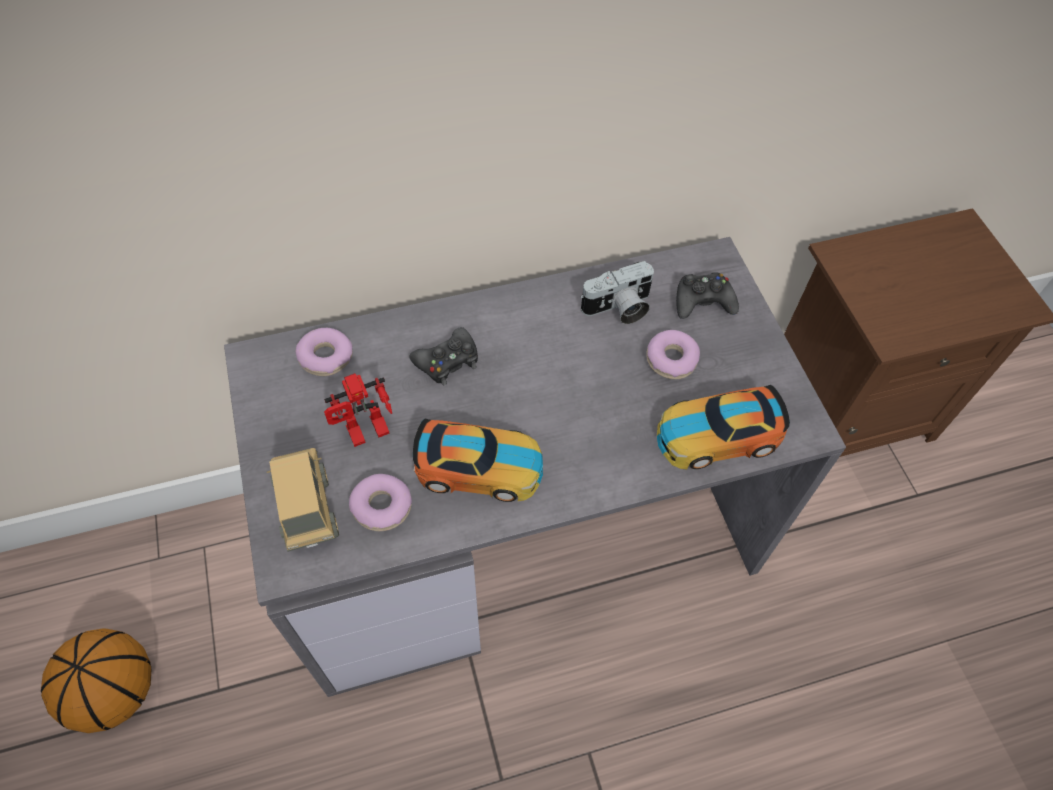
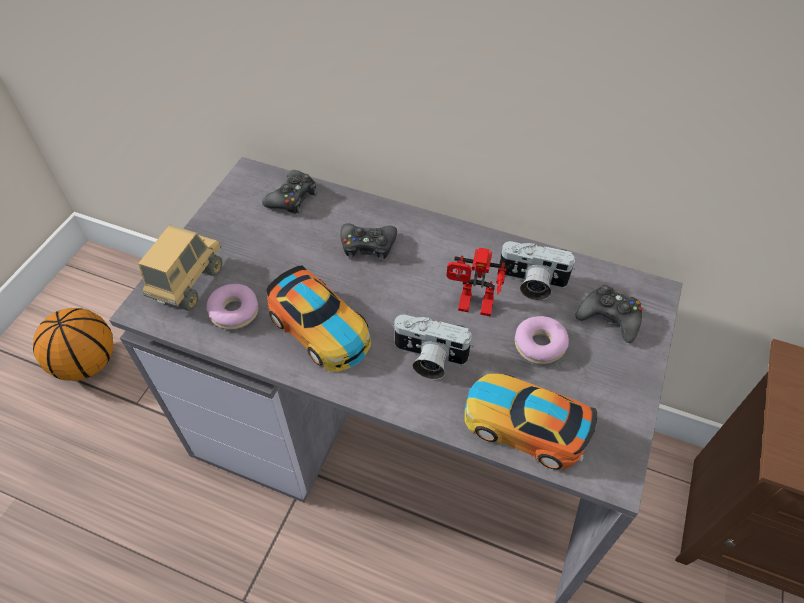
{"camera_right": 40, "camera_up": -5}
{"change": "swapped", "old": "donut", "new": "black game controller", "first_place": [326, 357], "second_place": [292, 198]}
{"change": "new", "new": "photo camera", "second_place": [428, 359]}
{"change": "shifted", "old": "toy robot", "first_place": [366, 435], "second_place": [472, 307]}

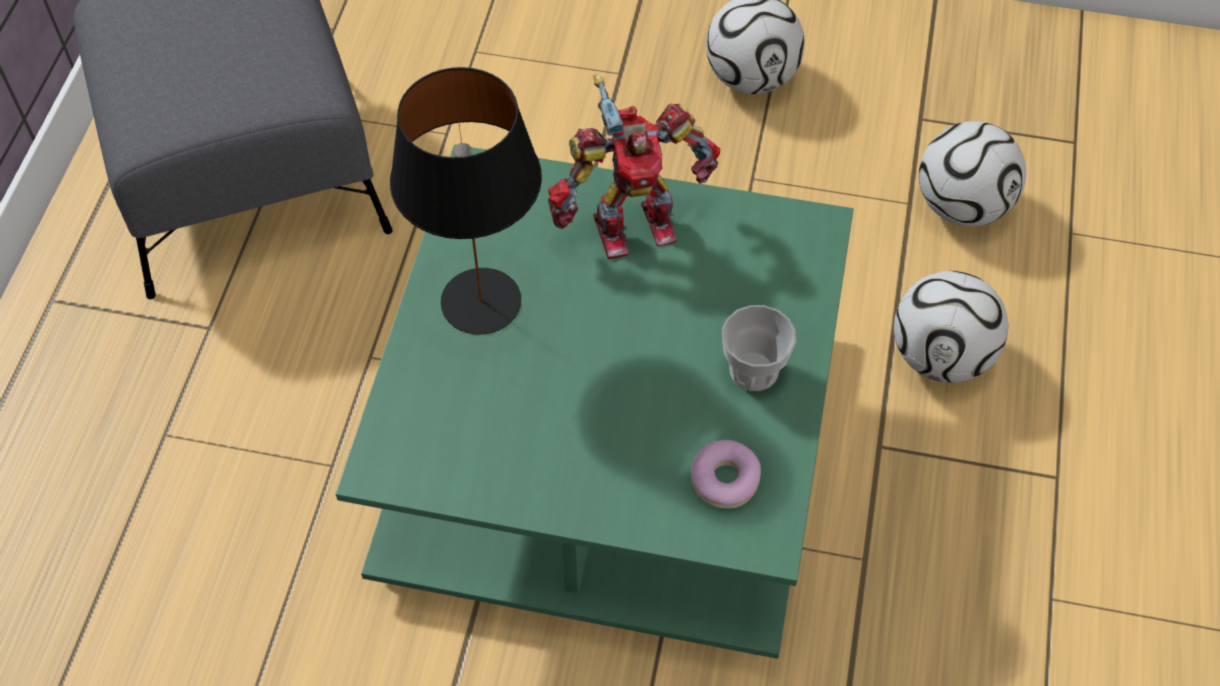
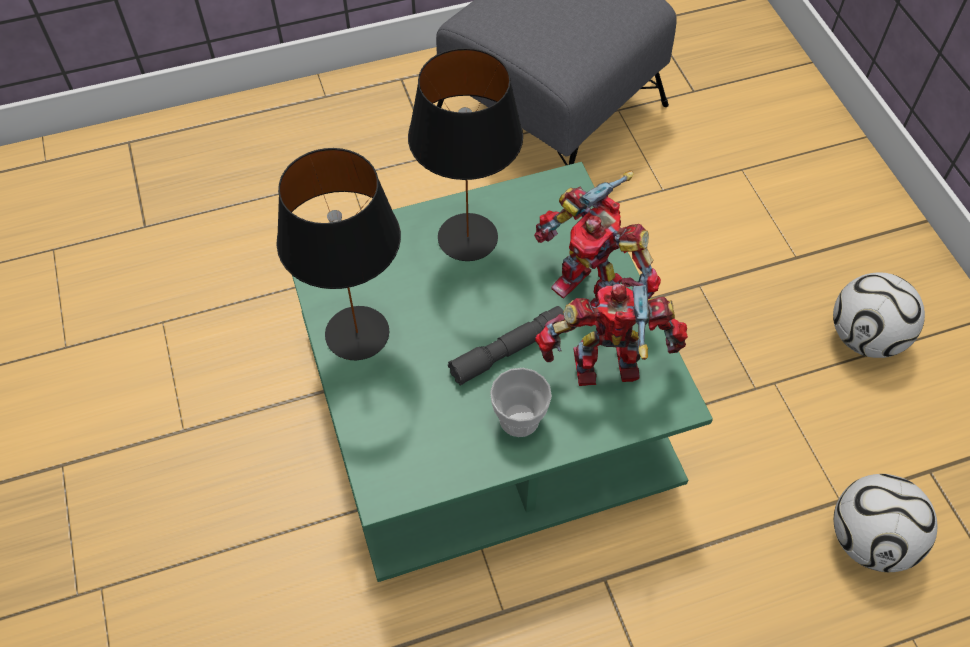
{"camera_right": 60, "camera_up": 0}
{"change": "new", "new": "black table lamp", "second_place": [357, 334]}
{"change": "new", "new": "grey flashlight", "second_place": [509, 350]}
{"change": "new", "new": "toy robot", "second_place": [607, 370]}
{"change": "gone", "old": "donut", "first_place": [725, 480]}
{"change": "gone", "old": "football", "first_place": [939, 357]}

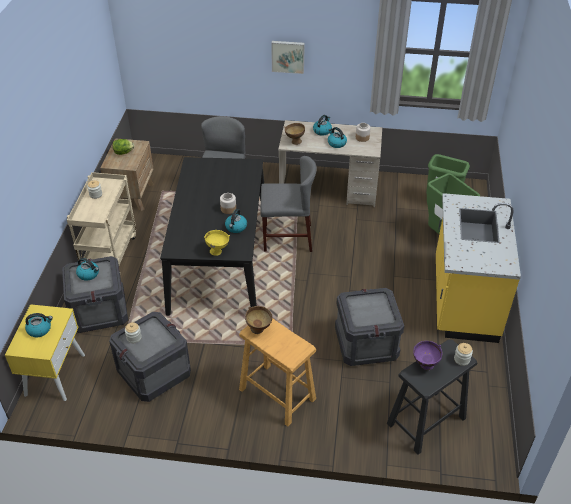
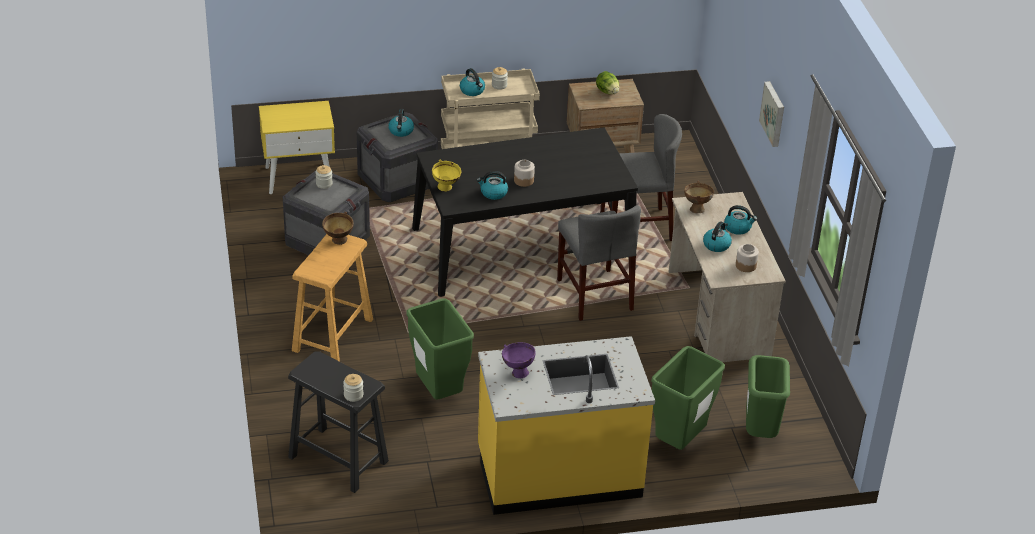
{"camera_right": 70, "camera_up": -5}
{"change": "swapped", "old": "crate", "new": "green trash can", "first_place": [365, 343], "second_place": [438, 392]}
{"change": "shifted", "old": "kettle", "first_place": [40, 329], "second_place": [472, 91]}
{"change": "shifted", "old": "purple bowl", "first_place": [424, 366], "second_place": [517, 371]}

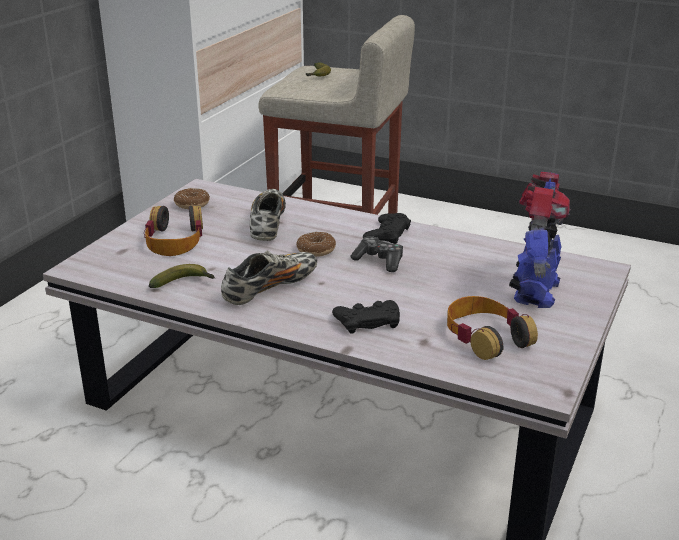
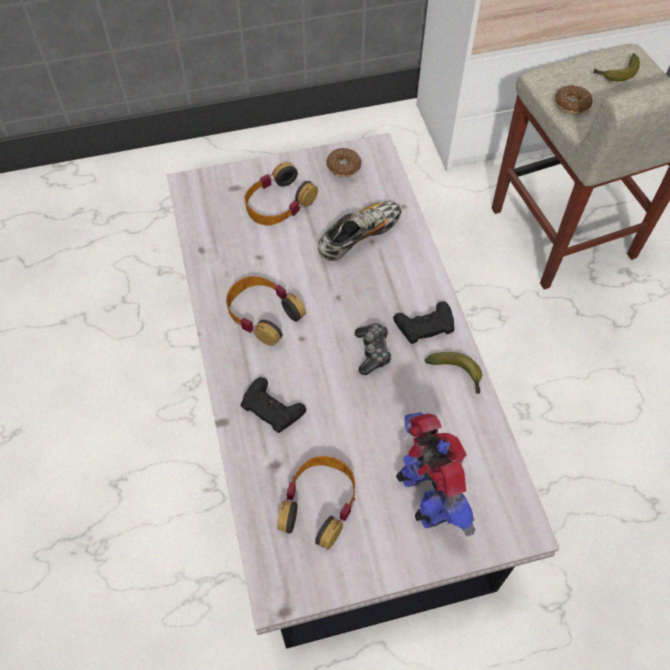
{"camera_right": 50, "camera_up": 30}
{"change": "swapped", "old": "shoe", "new": "headphones", "first_place": [270, 288], "second_place": [263, 314]}
{"change": "rotated", "old": "toy robot", "first_place": [534, 291], "second_place": [427, 496], "degrees": -90}
{"change": "shifted", "old": "banana", "first_place": [184, 283], "second_place": [457, 374]}
{"change": "shifted", "old": "donut", "first_place": [316, 250], "second_place": [572, 104]}

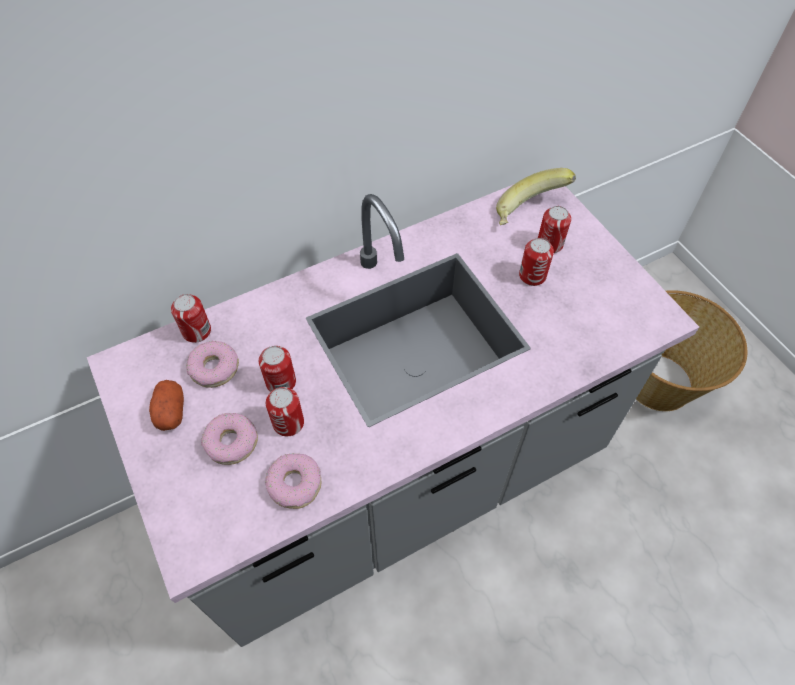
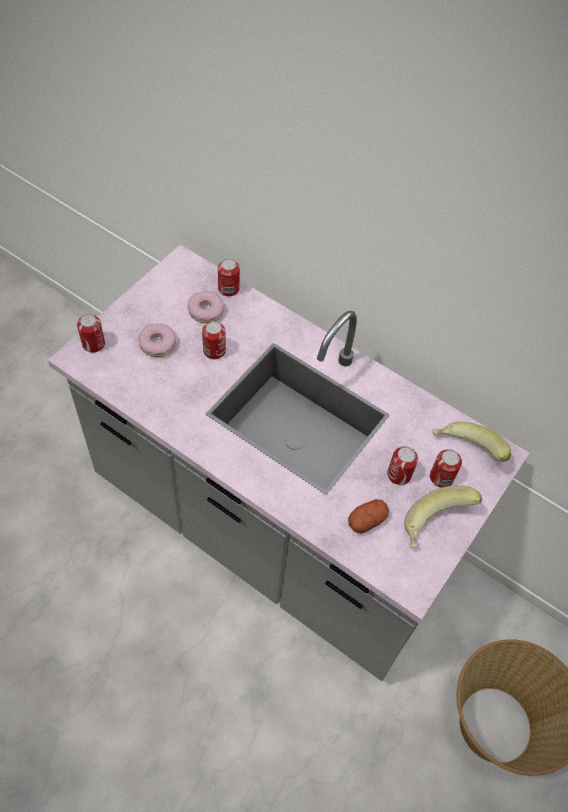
{"camera_right": 60, "camera_up": 0}
{"change": "shifted", "old": "can", "first_place": [288, 423], "second_place": [93, 344]}
{"change": "shifted", "old": "potato", "first_place": [170, 411], "second_place": [366, 520]}
{"change": "new", "new": "banana", "second_place": [436, 527]}
{"change": "gone", "old": "donut", "first_place": [295, 484]}

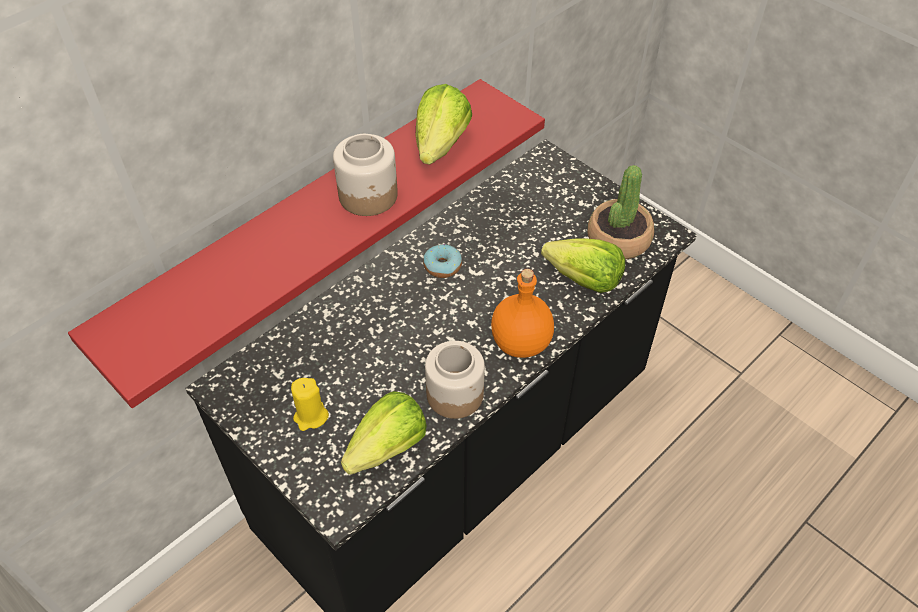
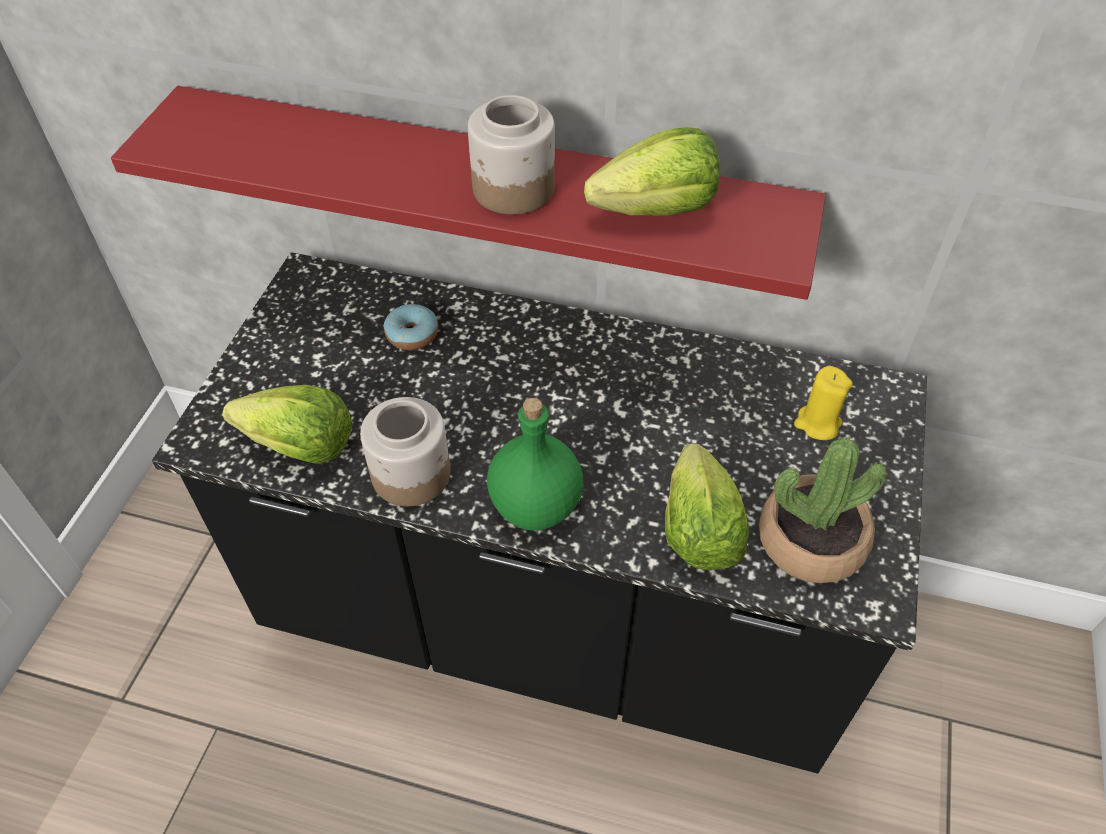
{"camera_right": 60, "camera_up": 0}
{"change": "shifted", "old": "donut", "first_place": [442, 266], "second_place": [412, 334]}
{"change": "repainted", "old": "orange bottle", "new": "green bottle", "first_place": [520, 344], "second_place": [534, 506]}
{"change": "shifted", "old": "yellow candle", "first_place": [311, 416], "second_place": [817, 423]}

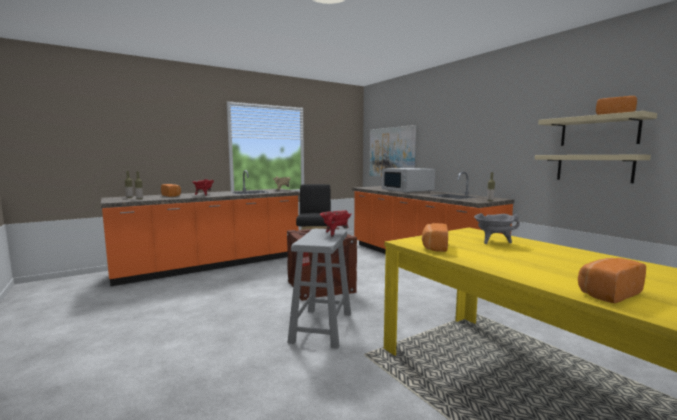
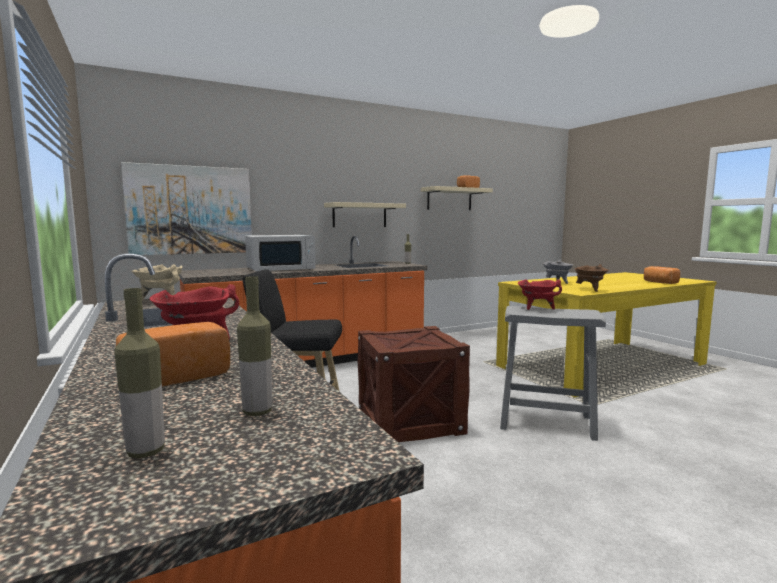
{"camera_right": -85, "camera_up": 0}
{"change": "shifted", "old": "beige shelf", "first_place": [594, 168], "second_place": [359, 215]}
{"change": "swapped", "old": "bread", "new": "brown cooking pot", "first_place": [434, 247], "second_place": [590, 290]}

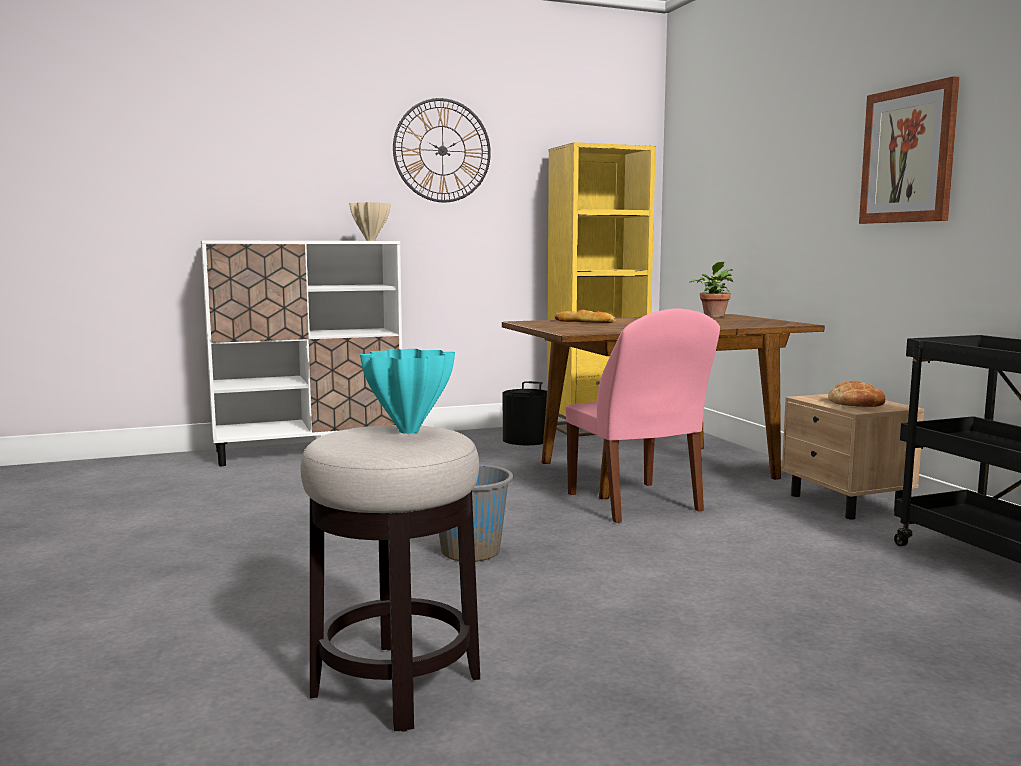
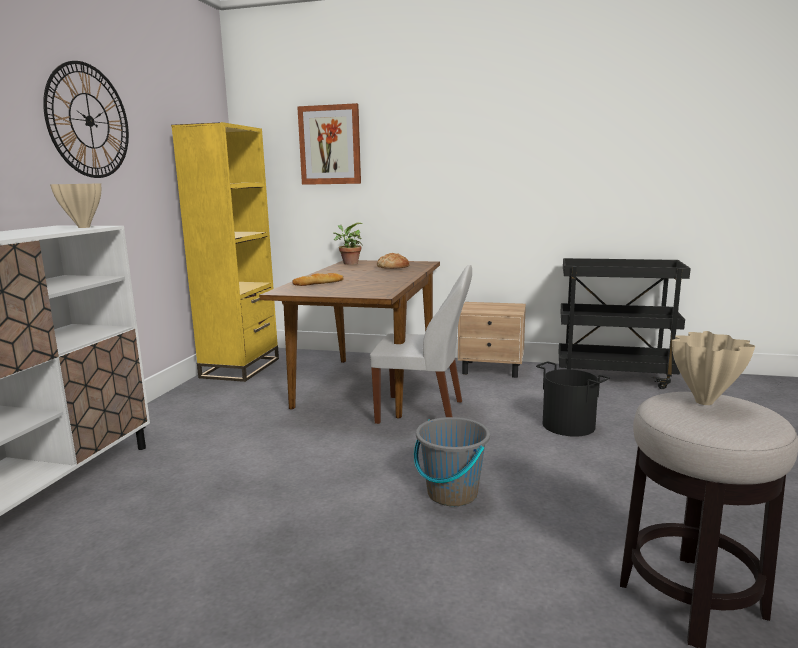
{"camera_right": -55, "camera_up": 5}
{"change": "shifted", "old": "picture", "first_place": [908, 155], "second_place": [330, 145]}
{"change": "repainted", "old": "pink chair", "new": "white chair", "first_place": [635, 504], "second_place": [423, 412]}
{"change": "shifted", "old": "bread", "first_place": [856, 403], "second_place": [393, 267]}
{"change": "shifted", "old": "black bucket", "first_place": [527, 439], "second_place": [569, 425]}
{"change": "repainted", "old": "turquoise vase", "new": "beige vase", "first_place": [407, 431], "second_place": [704, 402]}

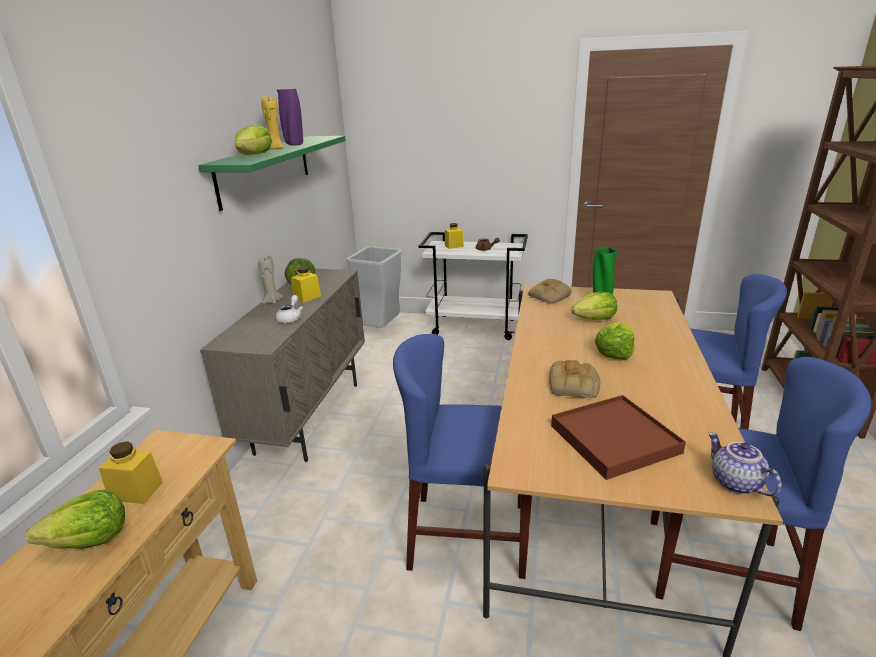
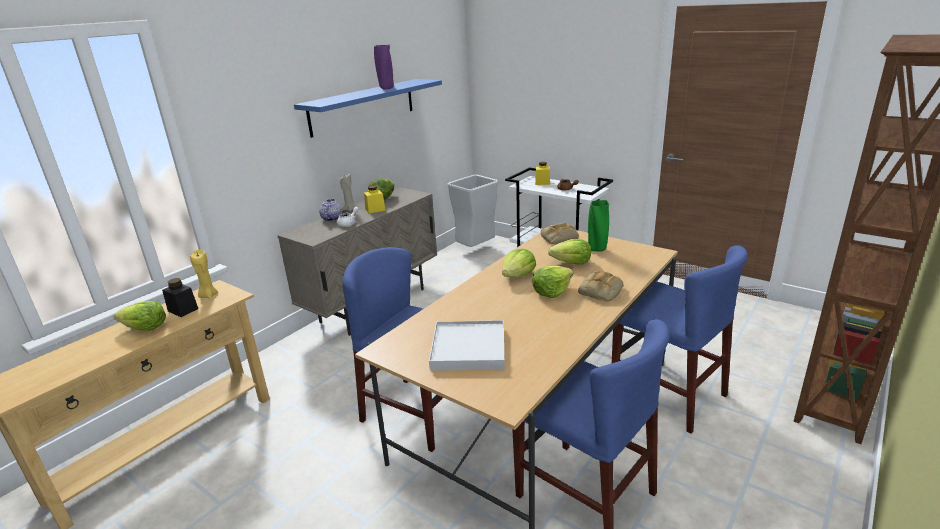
{"camera_right": 25, "camera_up": 0}
{"change": "repainted", "old": "yellow jar", "new": "black jar", "first_place": [136, 491], "second_place": [183, 310]}
{"change": "shifted", "old": "yellow candle", "first_place": [275, 149], "second_place": [208, 295]}
{"change": "repainted", "old": "green shelf", "new": "blue shelf", "first_place": [265, 169], "second_place": [363, 106]}
{"change": "shifted", "old": "teapot", "first_place": [734, 483], "second_place": [331, 219]}
{"change": "repainted", "old": "brown tray", "new": "white tray", "first_place": [614, 439], "second_place": [468, 348]}
{"change": "shifted", "old": "lettuce", "first_place": [254, 155], "second_place": [518, 275]}
{"change": "shifted", "old": "bread", "first_place": [574, 385], "second_place": [601, 291]}

